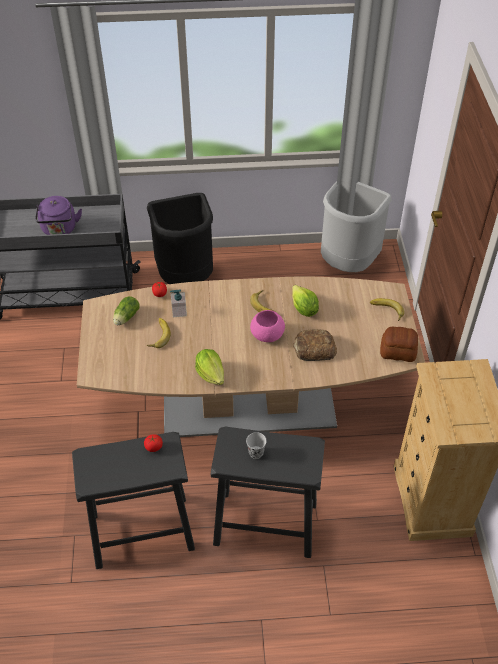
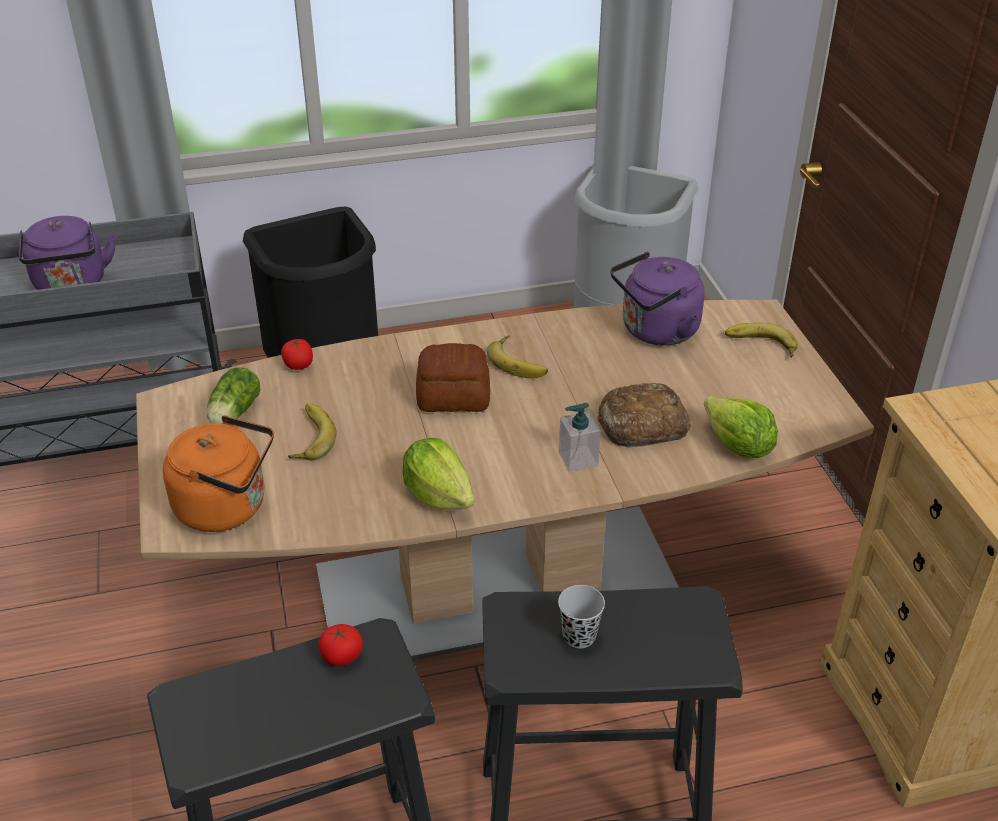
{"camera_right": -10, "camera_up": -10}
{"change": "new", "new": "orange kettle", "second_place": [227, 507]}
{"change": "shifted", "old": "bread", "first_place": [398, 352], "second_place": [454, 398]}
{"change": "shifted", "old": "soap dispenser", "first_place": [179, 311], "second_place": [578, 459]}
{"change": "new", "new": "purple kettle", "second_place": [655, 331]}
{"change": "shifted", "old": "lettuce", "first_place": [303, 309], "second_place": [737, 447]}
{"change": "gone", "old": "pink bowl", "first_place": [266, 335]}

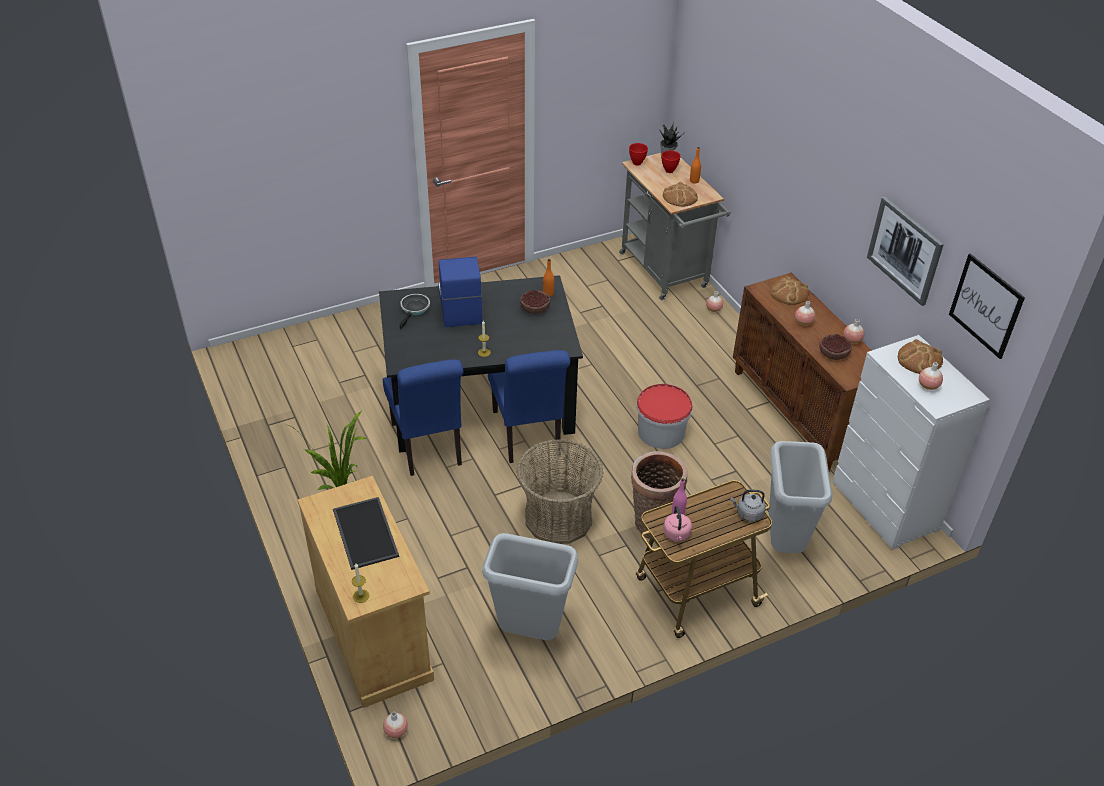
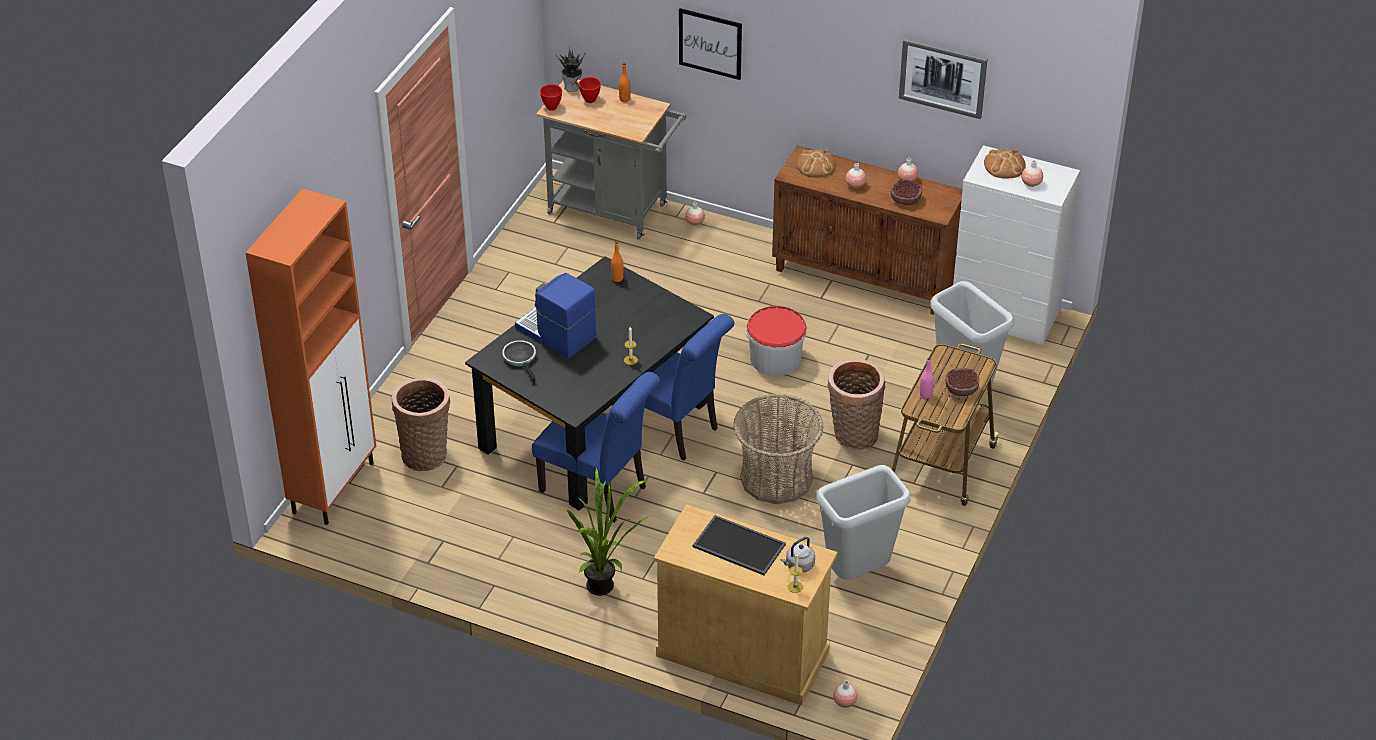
{"camera_right": -40, "camera_up": 0}
{"change": "new", "new": "orange cabinet", "second_place": [334, 487]}
{"change": "new", "new": "basket", "second_place": [426, 453]}
{"change": "shifted", "old": "picture", "first_place": [986, 306], "second_place": [710, 43]}
{"change": "shifted", "old": "grey kettle", "first_place": [748, 513], "second_place": [798, 565]}
{"change": "shifted", "old": "bowl", "first_place": [535, 308], "second_place": [961, 389]}
{"change": "gone", "old": "bread", "first_place": [680, 197]}
{"change": "gone", "old": "pink kettle", "first_place": [677, 535]}

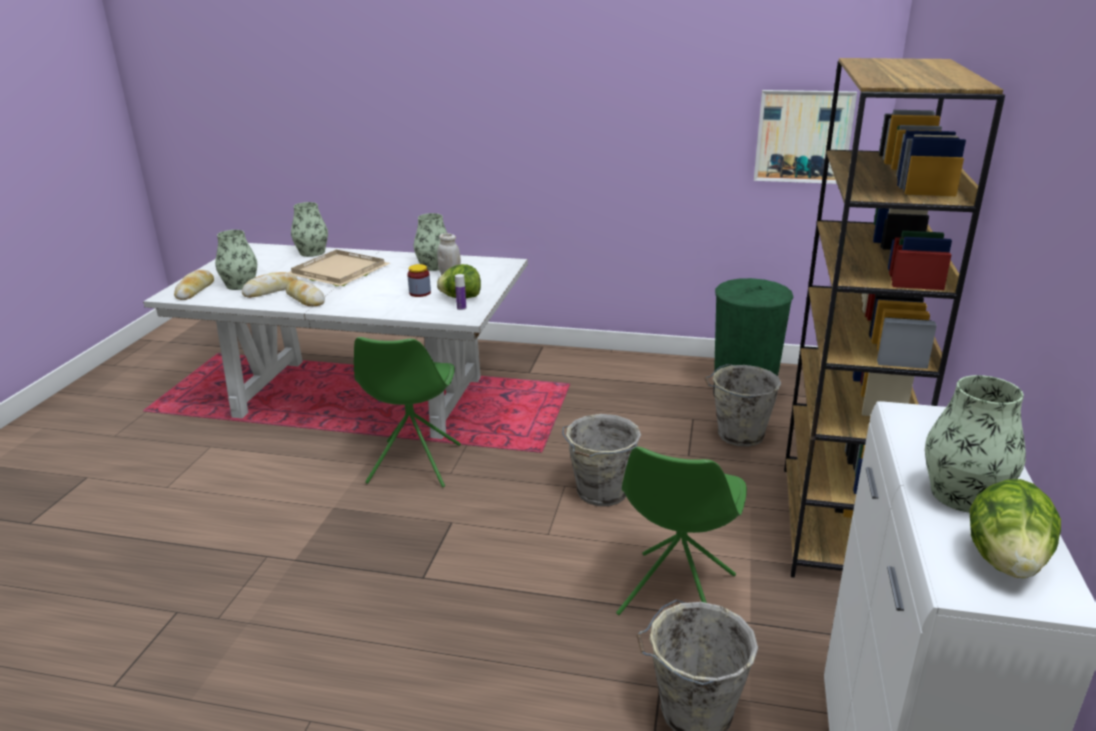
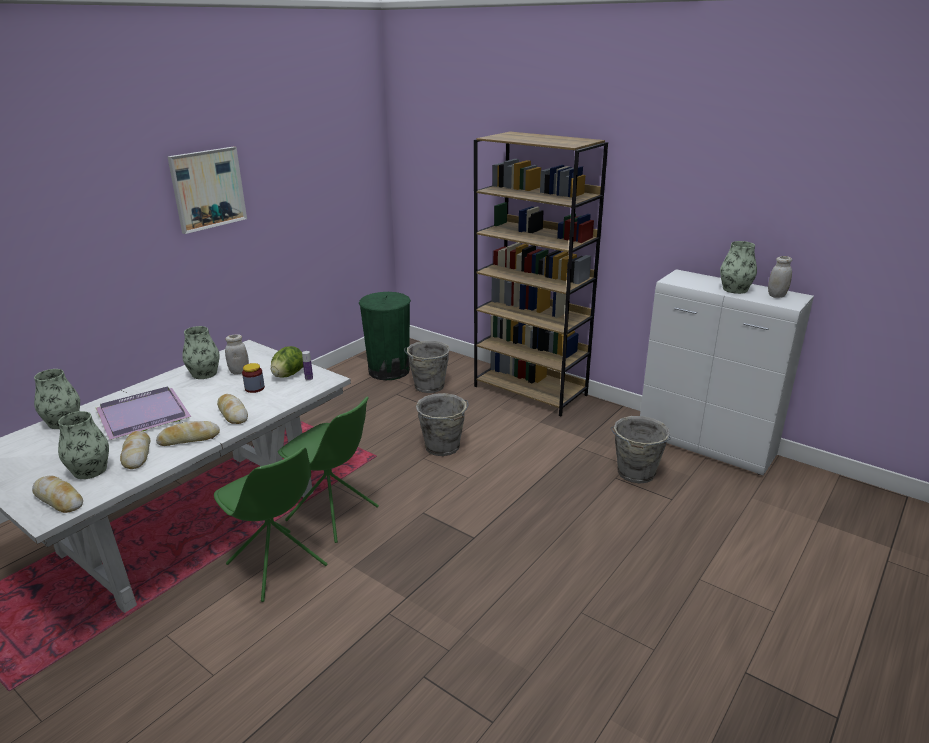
{"camera_right": -65, "camera_up": 0}
{"change": "repainted", "old": "beige tray", "new": "purple tray", "first_place": [339, 271], "second_place": [141, 415]}
{"change": "shifted", "old": "picture", "first_place": [803, 136], "second_place": [208, 189]}
{"change": "shifted", "old": "green chair", "first_place": [676, 596], "second_place": [277, 566]}
{"change": "new", "new": "bread", "second_place": [232, 413]}
{"change": "swapped", "old": "lettuce", "new": "white jar", "first_place": [1005, 560], "second_place": [777, 296]}

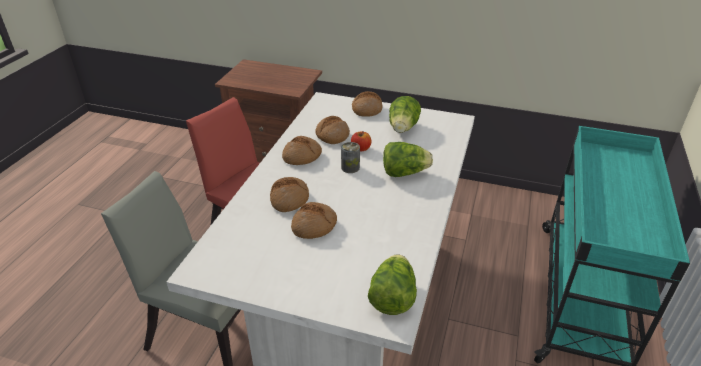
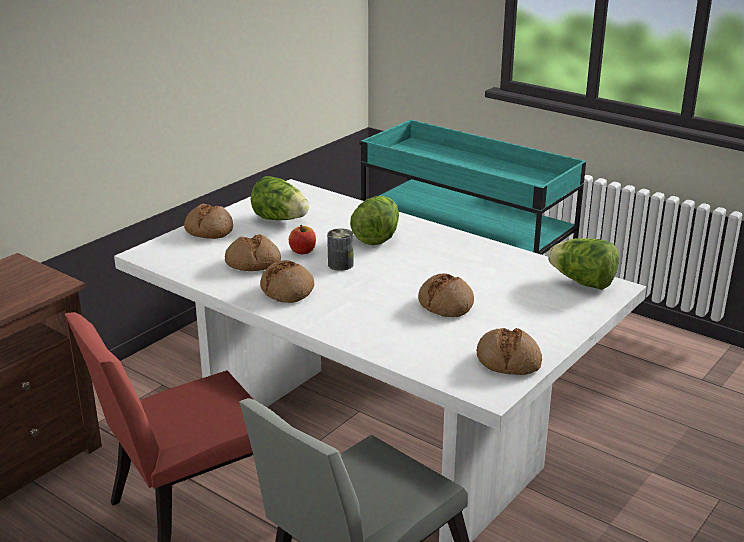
{"camera_right": -70, "camera_up": -10}
{"change": "shifted", "old": "bread", "first_place": [289, 199], "second_place": [508, 361]}

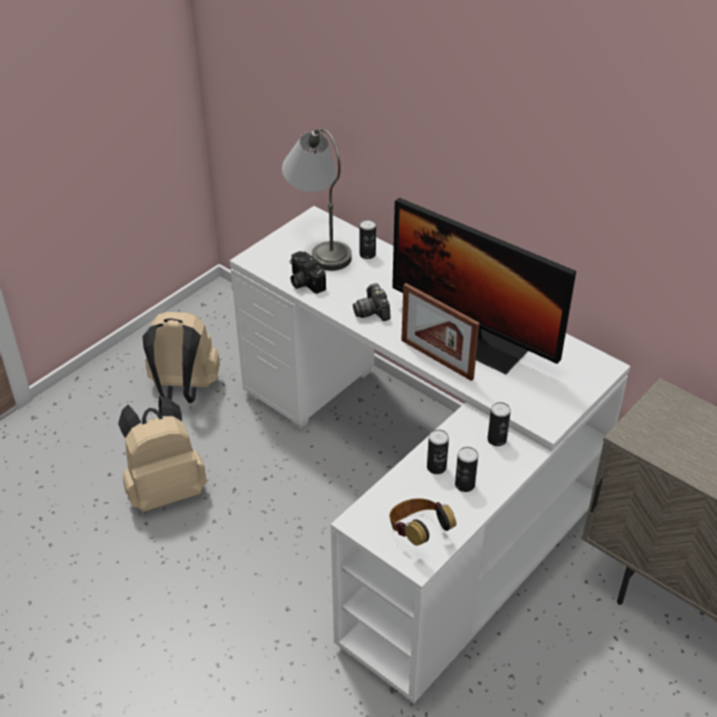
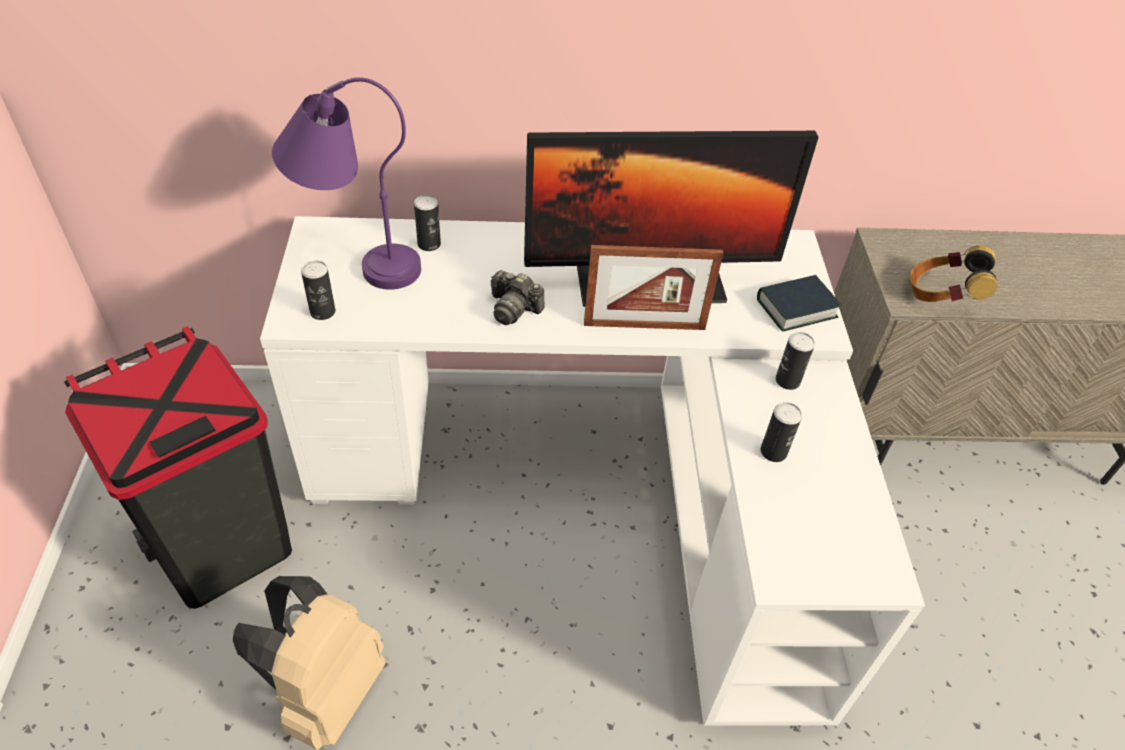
{"camera_right": -45, "camera_up": 5}
{"change": "swapped", "old": "beige backpack", "new": "black trash can", "first_place": [183, 390], "second_place": [222, 548]}
{"change": "repainted", "old": "grey table lamp", "new": "purple table lamp", "first_place": [320, 243], "second_place": [356, 258]}
{"change": "shifted", "old": "can", "first_place": [464, 484], "second_place": [322, 312]}
{"change": "new", "new": "book", "second_place": [796, 308]}
{"change": "shifted", "old": "headphones", "first_place": [418, 533], "second_place": [941, 296]}
{"change": "gone", "old": "photo camera", "first_place": [304, 282]}

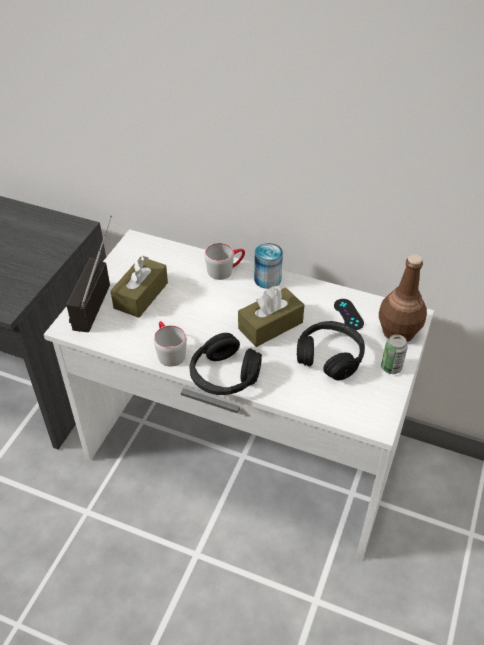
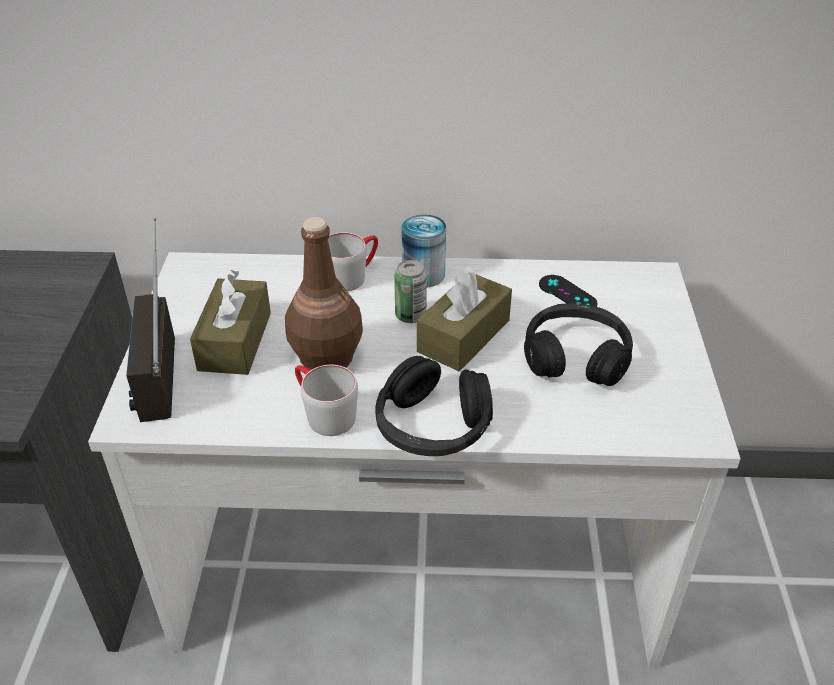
{"camera_right": -20, "camera_up": -5}
{"change": "shifted", "old": "brown bottle", "first_place": [398, 332], "second_place": [326, 358]}
{"change": "shifted", "old": "can", "first_place": [391, 367], "second_place": [410, 315]}

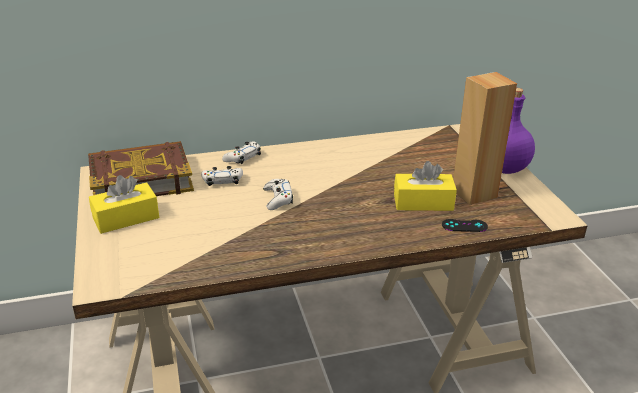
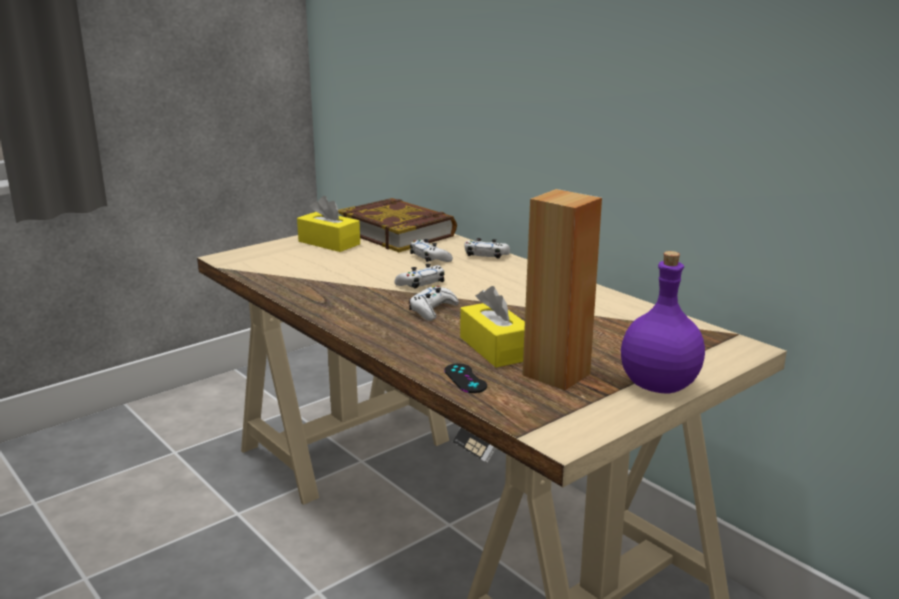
{"camera_right": 65, "camera_up": -10}
{"change": "new", "new": "white game controller", "second_place": [432, 310]}

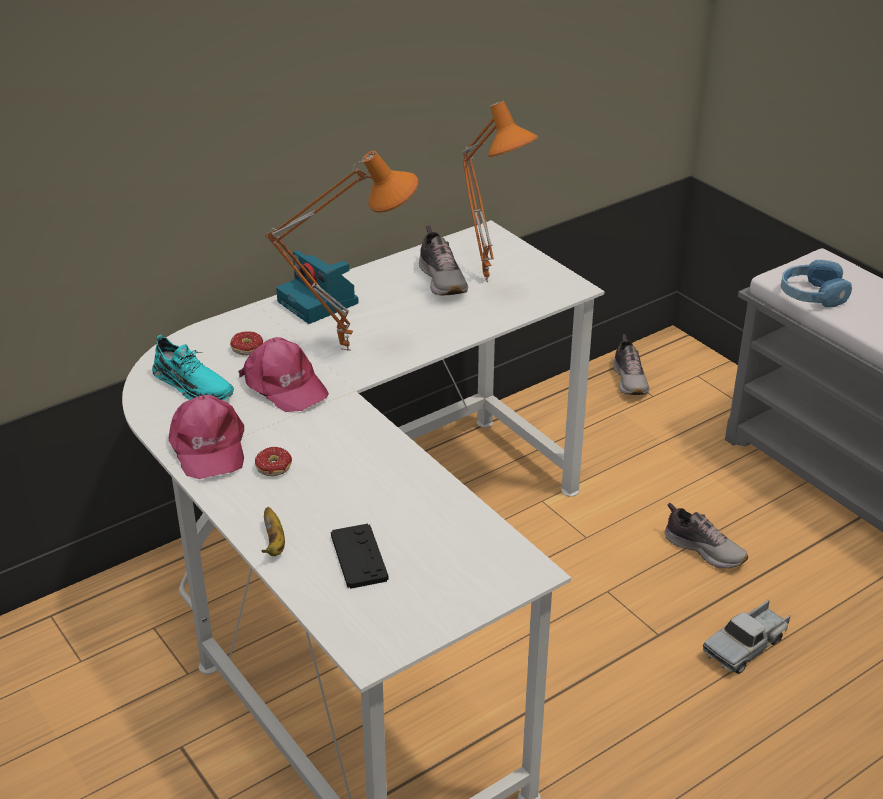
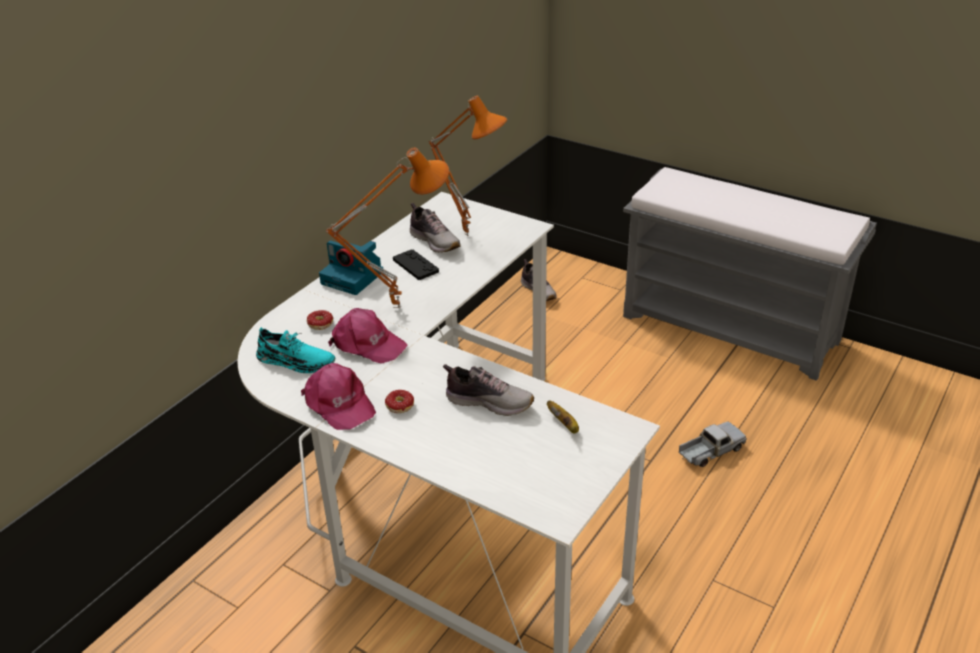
{"camera_right": -20, "camera_up": 0}
{"change": "shifted", "old": "black game controller", "first_place": [359, 557], "second_place": [415, 265]}
{"change": "shifted", "old": "shoe", "first_place": [704, 549], "second_place": [489, 402]}
{"change": "shifted", "old": "banana", "first_place": [274, 543], "second_place": [564, 425]}
{"change": "rotated", "old": "toy truck", "first_place": [746, 645], "second_place": [710, 451], "degrees": -150}
{"change": "gone", "old": "blue headphones", "first_place": [812, 295]}

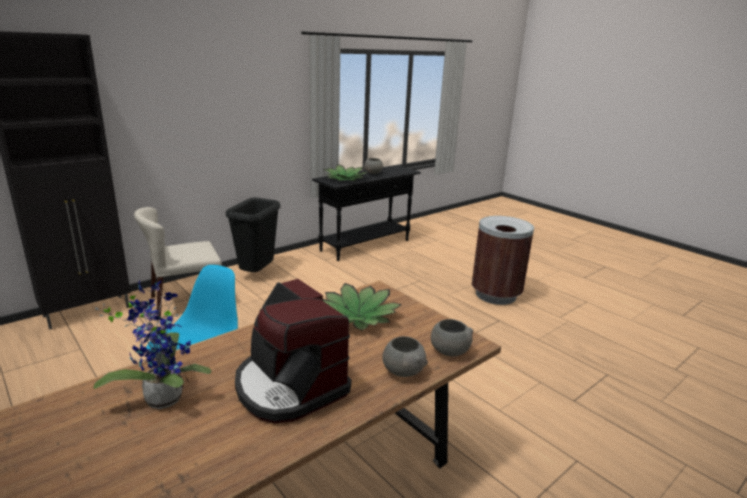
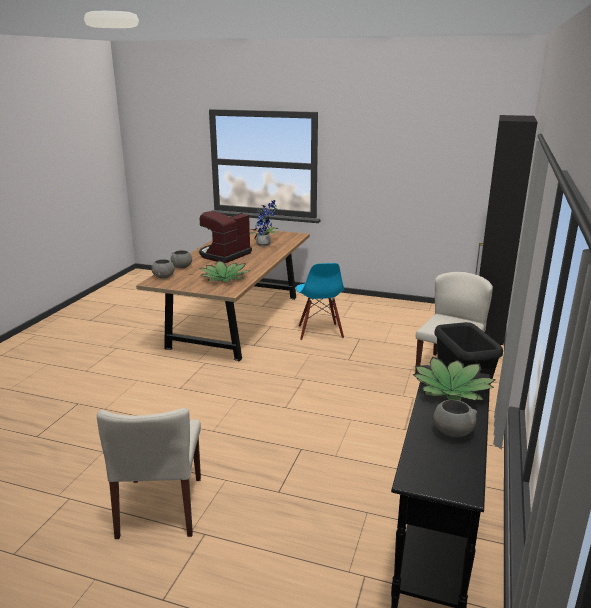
{"camera_right": 150, "camera_up": 0}
{"change": "swapped", "old": "brown trash can", "new": "beige chair", "first_place": [496, 295], "second_place": [161, 507]}
{"change": "rotated", "old": "coffee machine", "first_place": [289, 386], "second_place": [224, 255], "degrees": -75}

